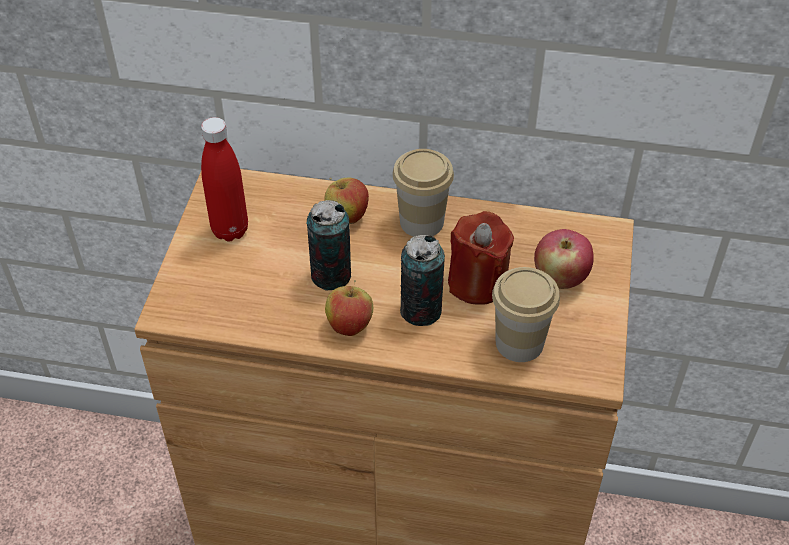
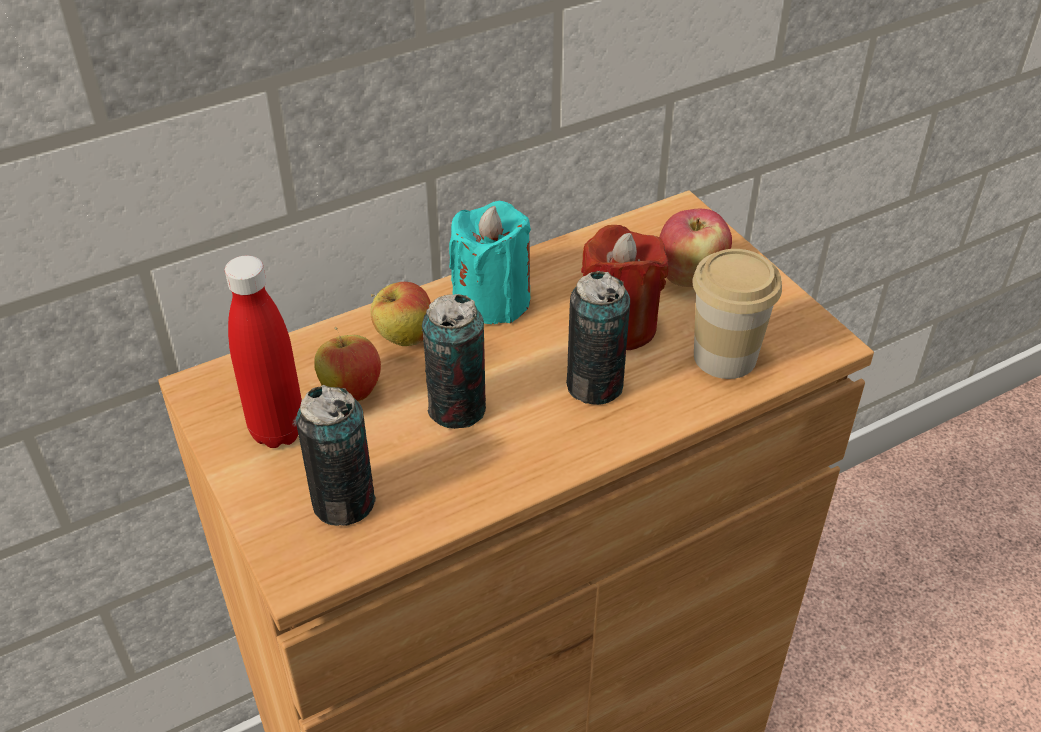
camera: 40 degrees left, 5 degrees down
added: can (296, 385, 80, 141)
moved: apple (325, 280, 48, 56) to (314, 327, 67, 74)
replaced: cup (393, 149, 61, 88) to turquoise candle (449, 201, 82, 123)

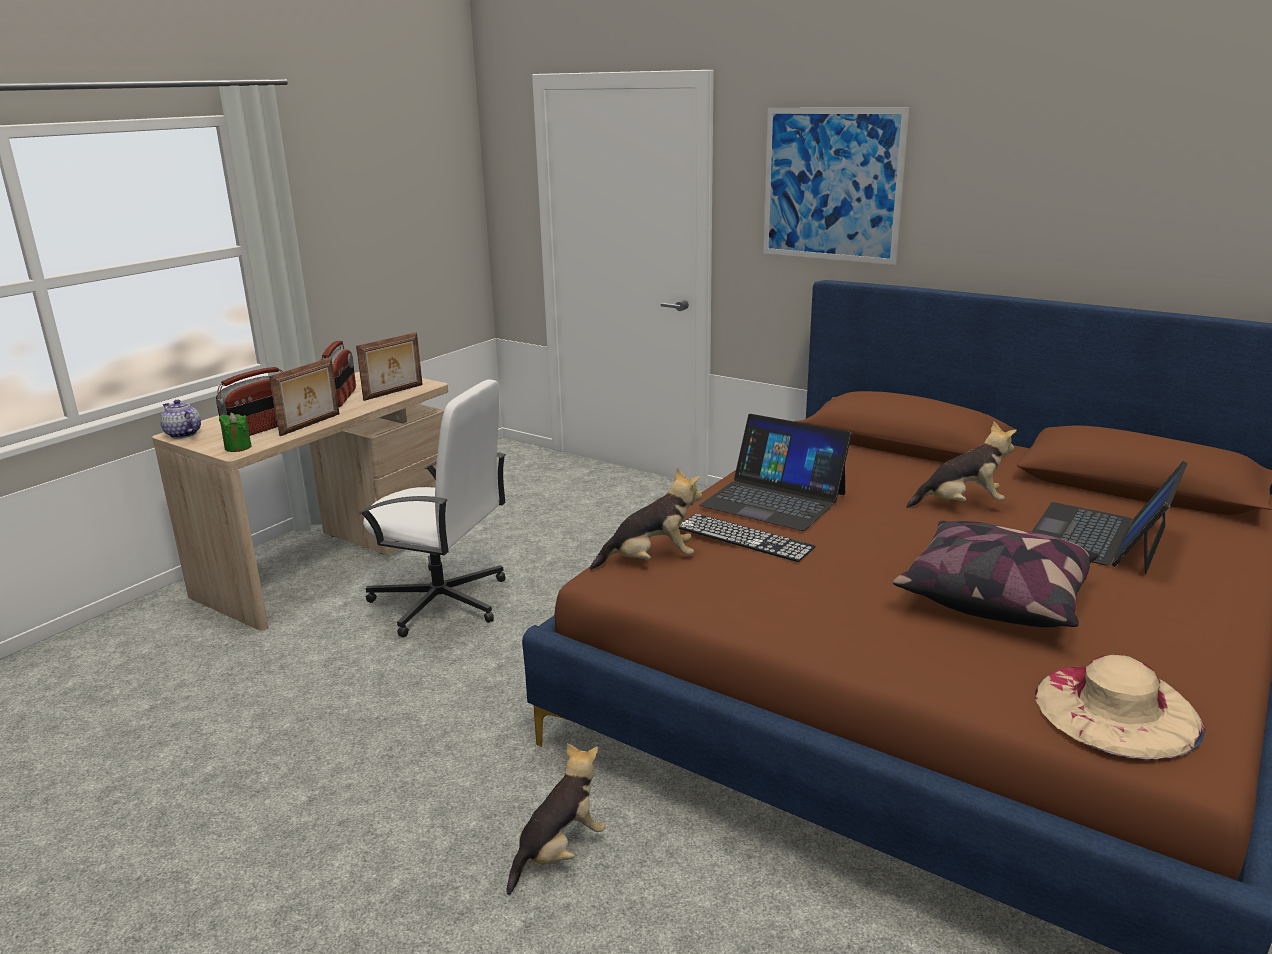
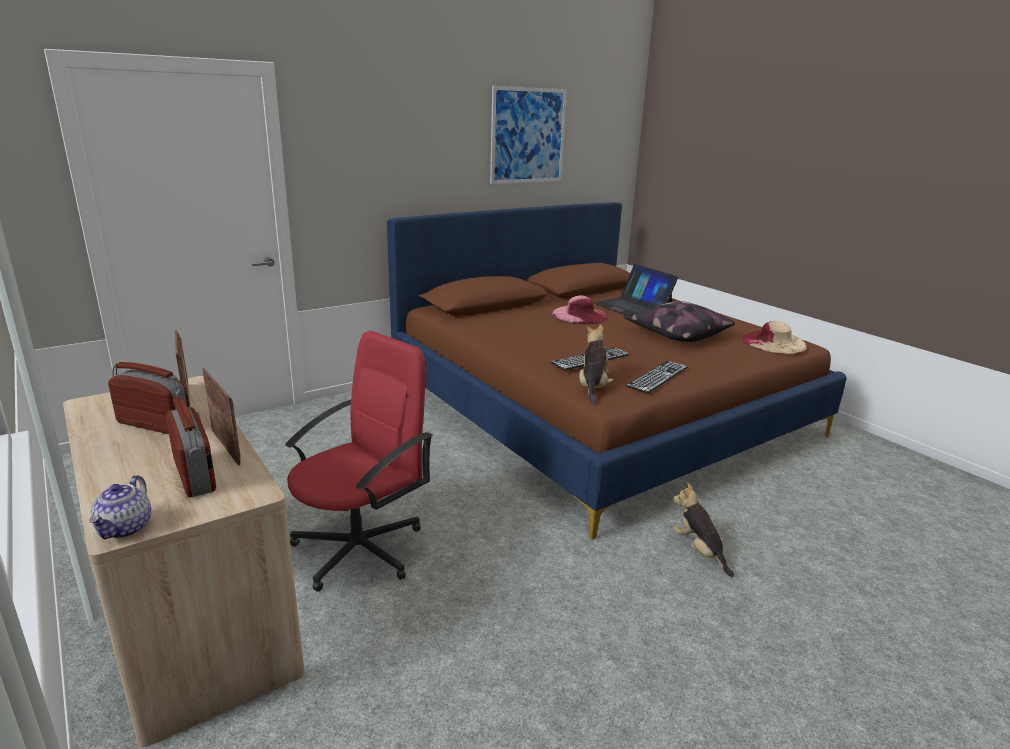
camera: 70 degrees left, 0 degrees up
removed: green candle (219, 413, 33, 39); laptop (699, 414, 153, 117)
added: keyboard (626, 361, 62, 32)
moved: picture (763, 108, 146, 157) to (490, 86, 77, 98)
replaced: plush toy (906, 421, 110, 87) to pink hat (552, 295, 56, 29)
recoloured: white office chair (359, 379, 147, 259) to red office chair (286, 331, 147, 261)
turned: teapot (160, 400, 41, 39) = (89, 475, 62, 65) 60 degrees counterclockwise

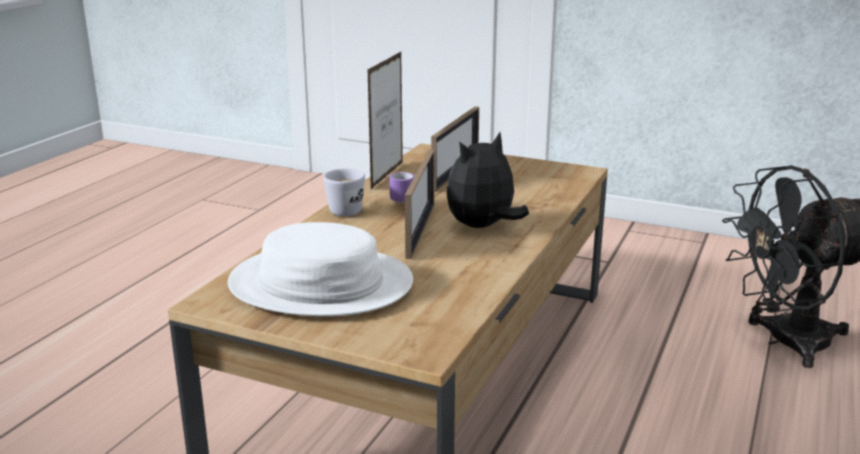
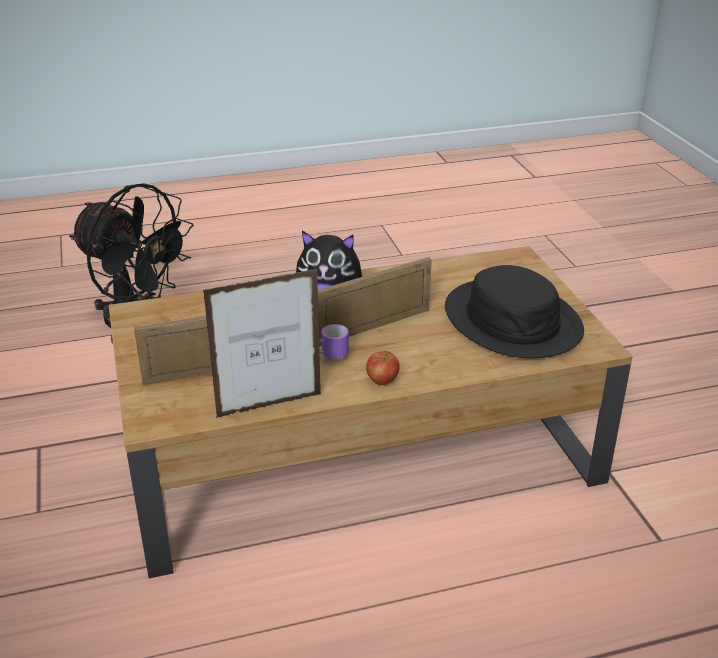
camera: 130 degrees left, 10 degrees up
replaced: white mug (323, 168, 42, 48) to apple (366, 351, 34, 34)
recoloured: white hat (228, 222, 185, 95) to black hat (445, 265, 139, 93)

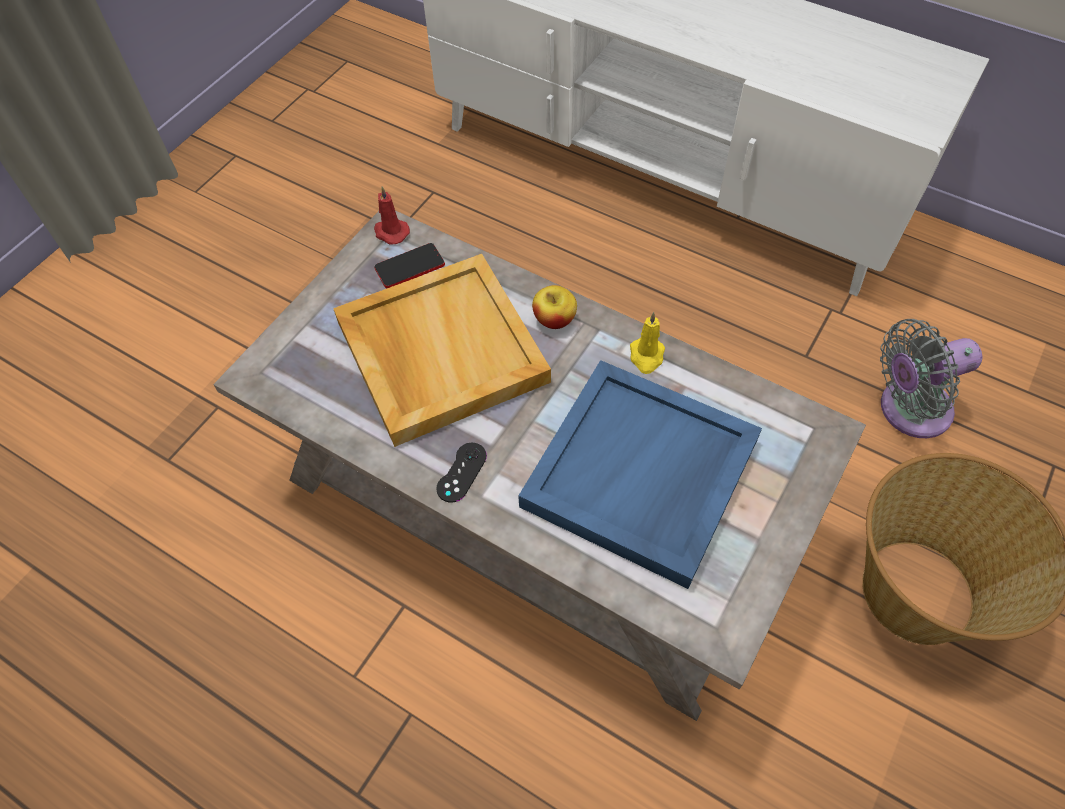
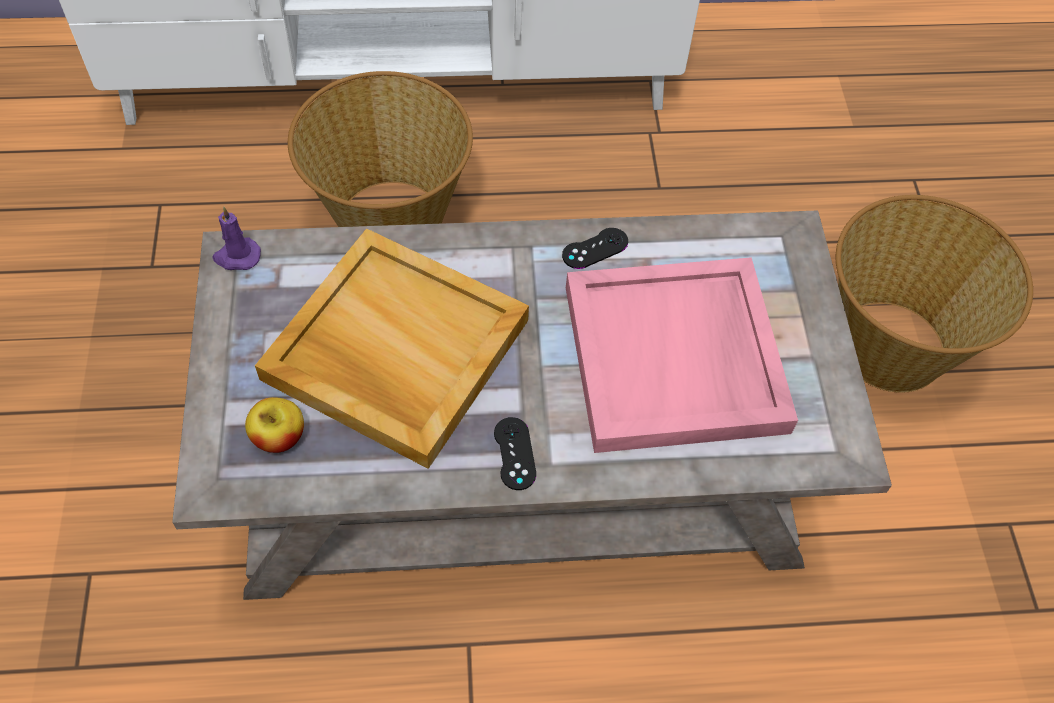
camera: 40 degrees left, 0 degrees up
removed: phone (374, 243, 71, 45); grey fan (880, 319, 102, 119)
added: basket (288, 71, 185, 156)
moved: apple (532, 285, 45, 44) to (245, 397, 59, 56)
replaced: yellow candle (630, 312, 35, 62) to black game controller (562, 228, 66, 41)
recoloured: red candle (374, 187, 36, 57) to purple candle (212, 206, 49, 64); blue tray (518, 360, 244, 229) to pink tray (566, 257, 232, 196)

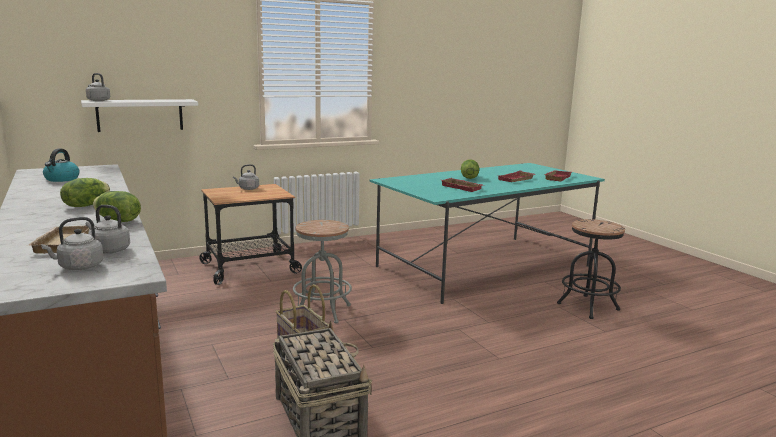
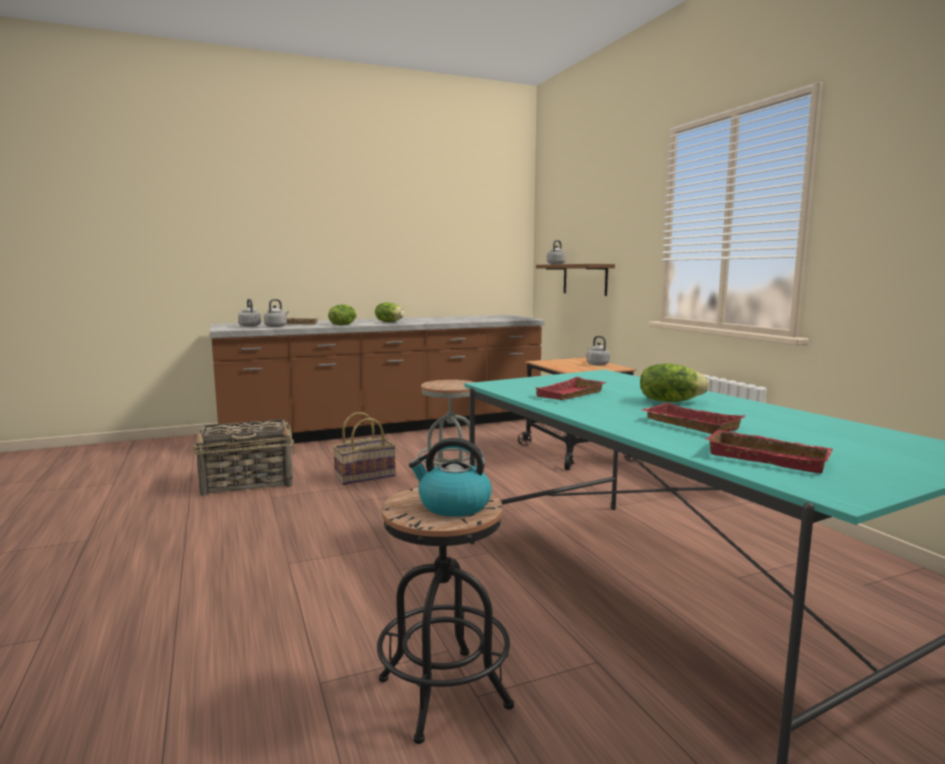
camera: 95 degrees right, 5 degrees down
moved: kettle (43, 149, 37, 33) to (409, 438, 83, 79)
recoloured: white shelf (81, 99, 117, 33) to brown shelf (536, 264, 79, 32)

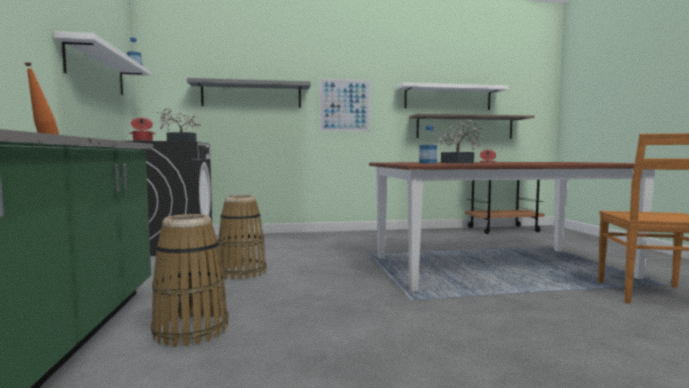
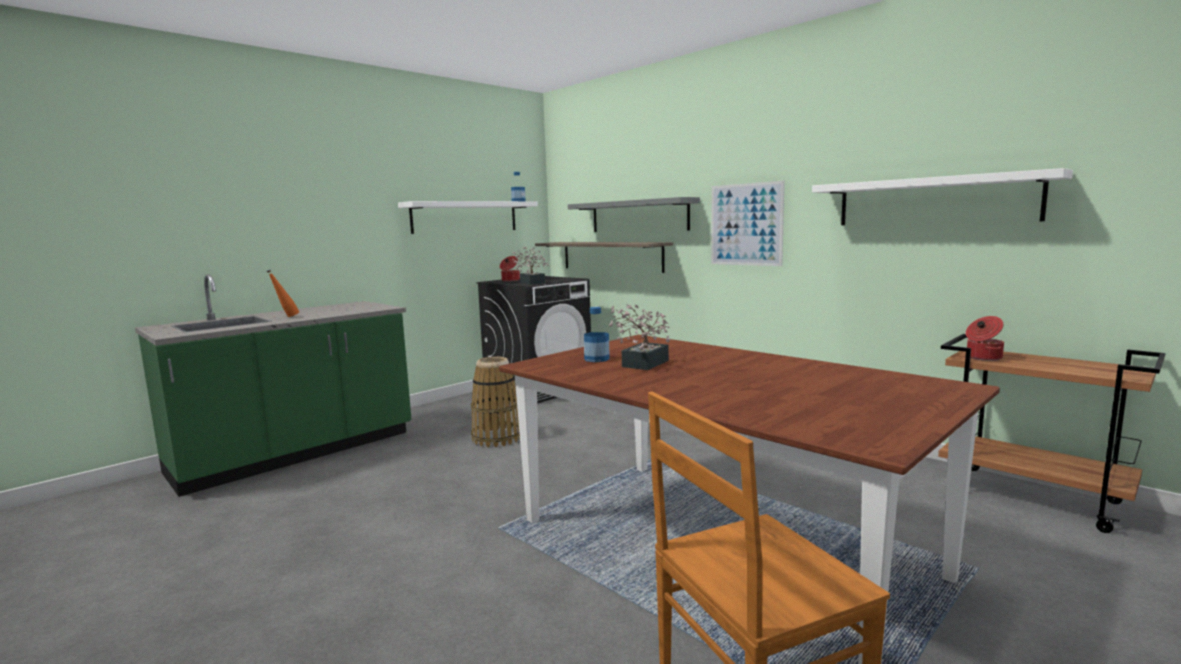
camera: 55 degrees right, 5 degrees up
removed: basket (151, 214, 77, 133)
moved: shelf (409, 114, 125, 25) to (535, 242, 138, 31)

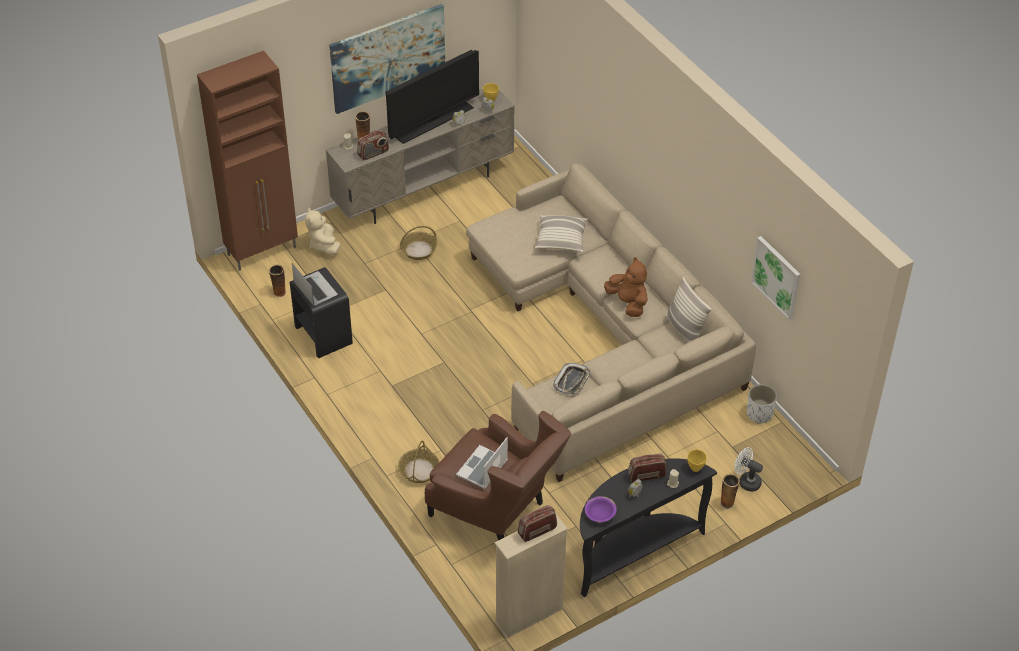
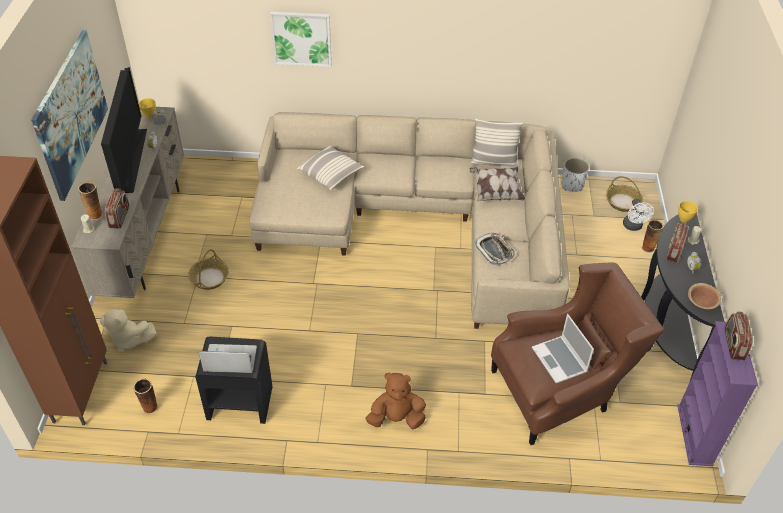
camera: 55 degrees left, 0 degrees up
added: pillow (469, 167, 56, 34)
moved: basket (398, 440, 42, 43) to (606, 176, 37, 36); brown plush toy (604, 257, 44, 60) to (366, 373, 60, 56); picture (751, 236, 49, 84) to (270, 12, 62, 55)
recoloured: beige bookcase (495, 514, 73, 125) to purple bookcase (677, 321, 81, 145); purple bowl (585, 496, 32, 26) to brown bowl (688, 283, 33, 26)
turned: white fan (734, 447, 29, 45) = (623, 199, 31, 32) 75 degrees counterclockwise

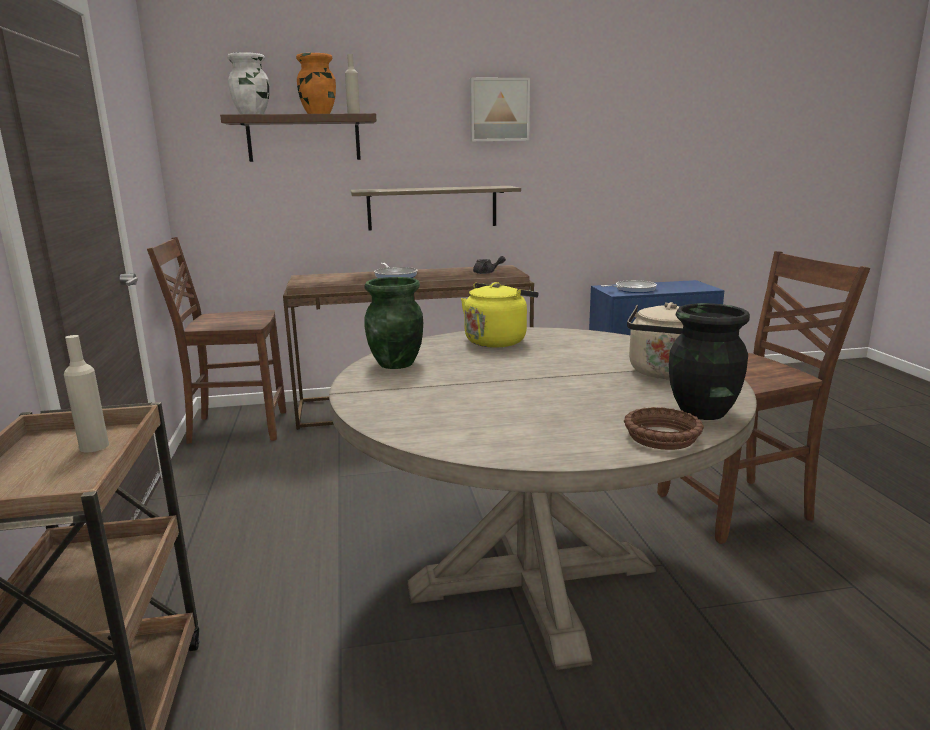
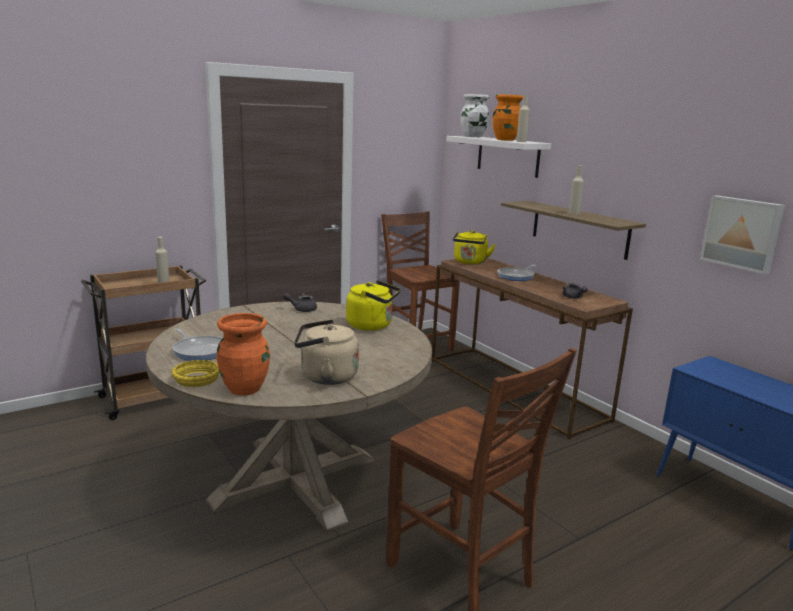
camera: 65 degrees right, 0 degrees up
added: yellow kettle (453, 230, 43, 35); beige bottle (568, 166, 16, 49)
moved: picture (470, 78, 60, 64) to (700, 195, 85, 79); frying pan (601, 280, 56, 13) to (172, 328, 50, 33)
replaced: green vase (364, 277, 59, 92) to grey teapot (283, 293, 34, 19)
recoloured: brown shelf (220, 113, 156, 49) to white shelf (447, 136, 104, 42); brown bowl (624, 407, 80, 43) to yellow bowl (171, 360, 49, 27); black vase (669, 303, 81, 117) to orange vase (217, 313, 53, 83)

